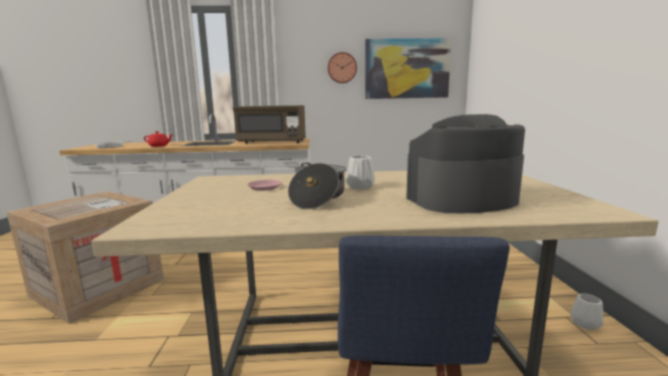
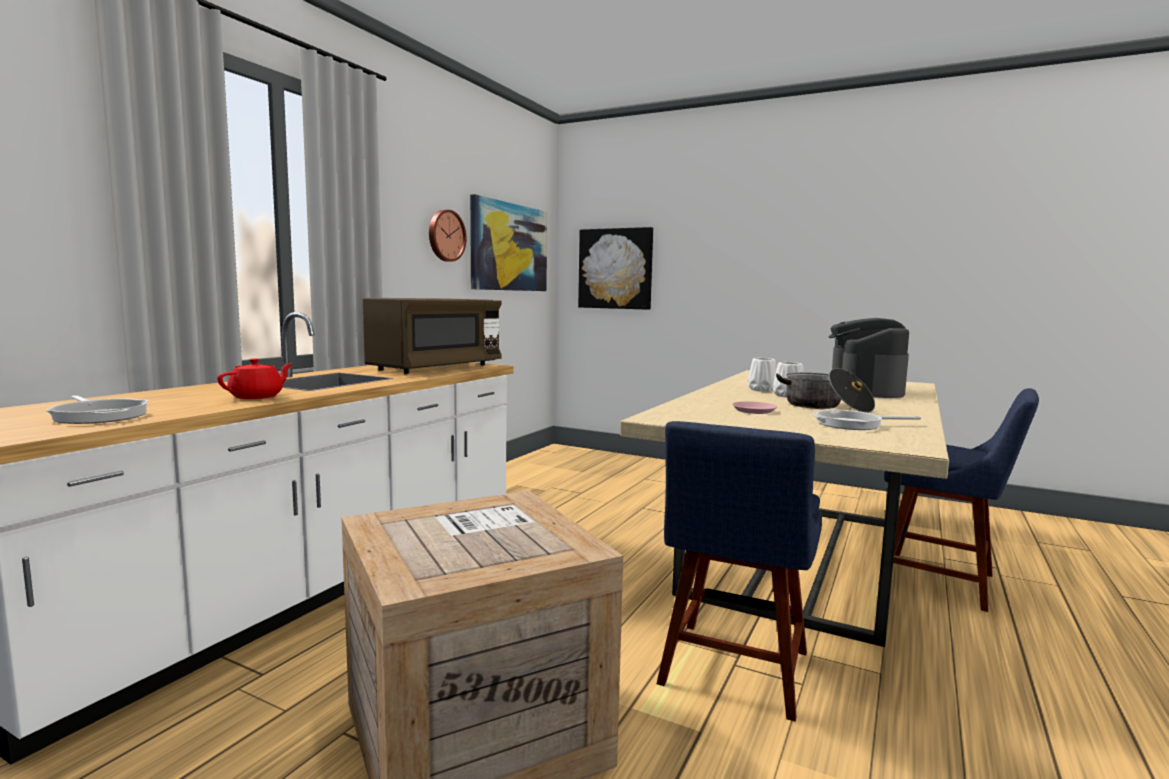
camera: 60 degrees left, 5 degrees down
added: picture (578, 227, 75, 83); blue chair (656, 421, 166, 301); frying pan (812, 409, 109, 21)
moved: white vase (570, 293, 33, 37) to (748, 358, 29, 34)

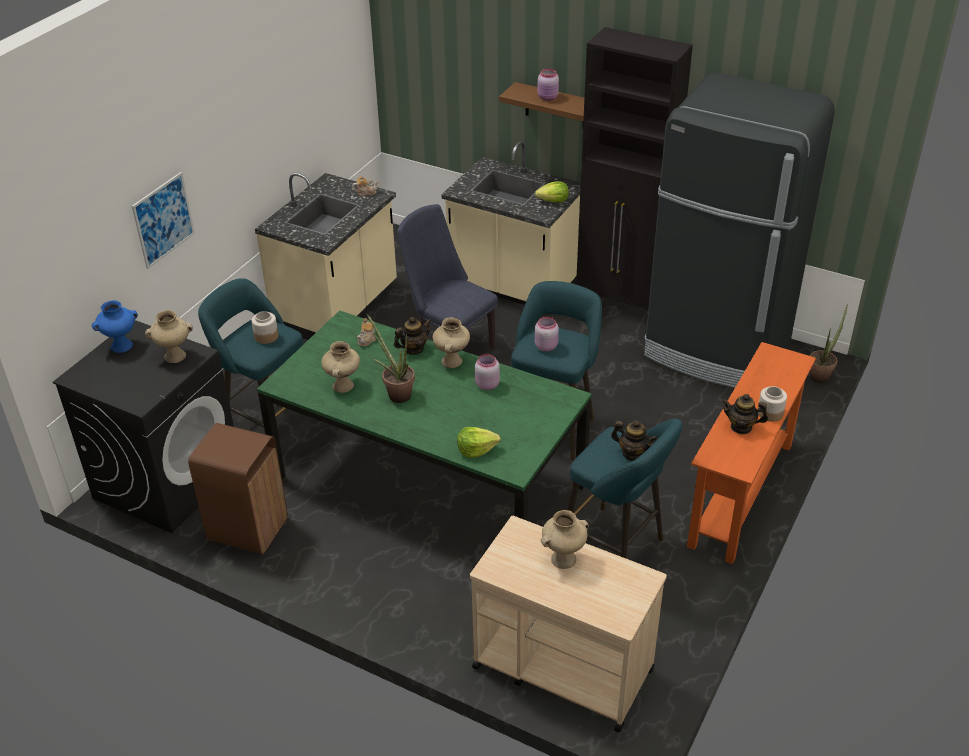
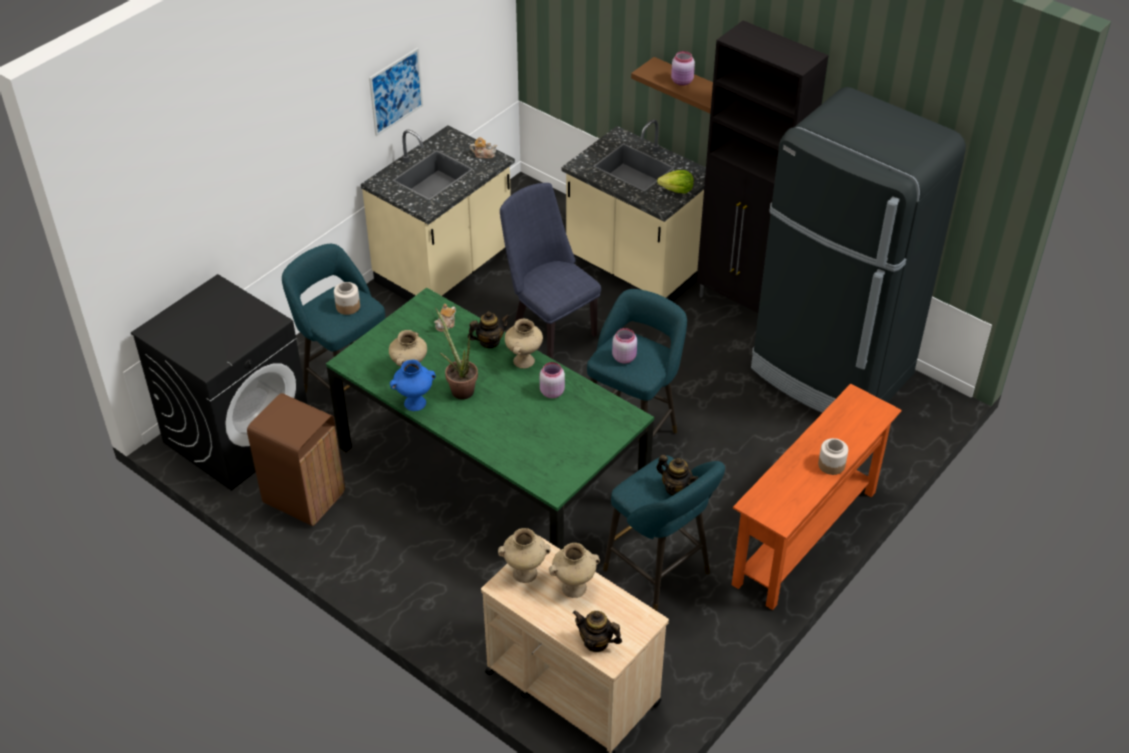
camera: 10 degrees right, 5 degrees up
removed: lettuce (457, 427, 44, 31); potted plant (810, 305, 38, 78)
moved: blue vase (92, 300, 46, 53) to (390, 360, 46, 51); picture (132, 172, 63, 97) to (369, 48, 54, 88); beige vase (145, 310, 48, 53) to (498, 528, 52, 55); teapot (722, 394, 46, 40) to (573, 610, 49, 42)

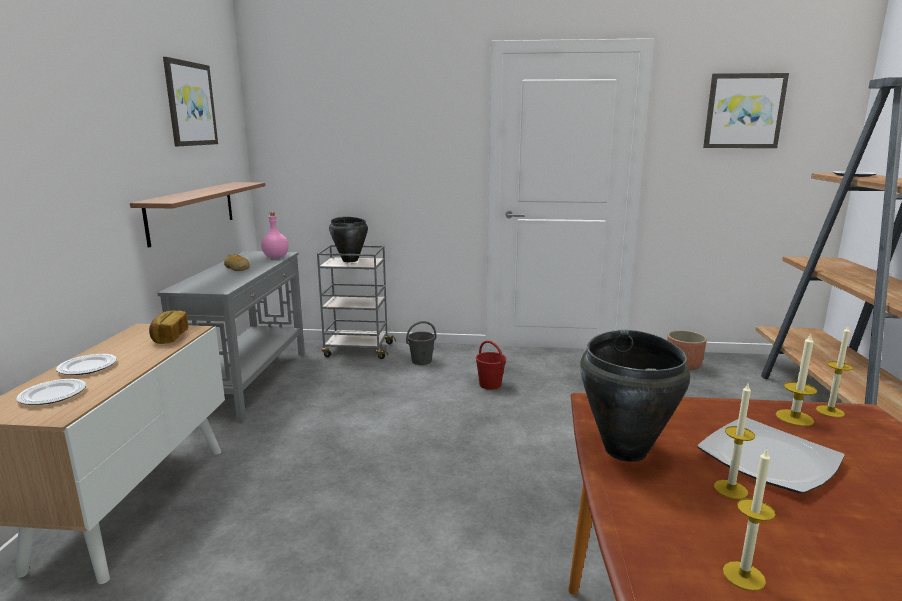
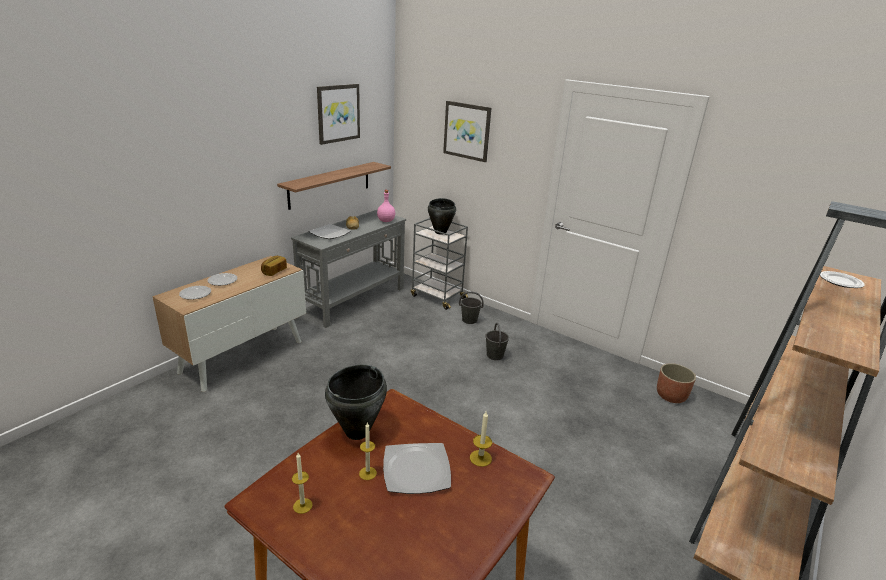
camera: 30 degrees right, 10 degrees up
removed: candle (816, 326, 37, 92)
added: plate (309, 224, 42, 15)
moved: picture (703, 73, 86, 75) to (443, 101, 48, 61)
recoloured: red bucket (476, 340, 30, 50) to grey bucket (485, 323, 24, 37)

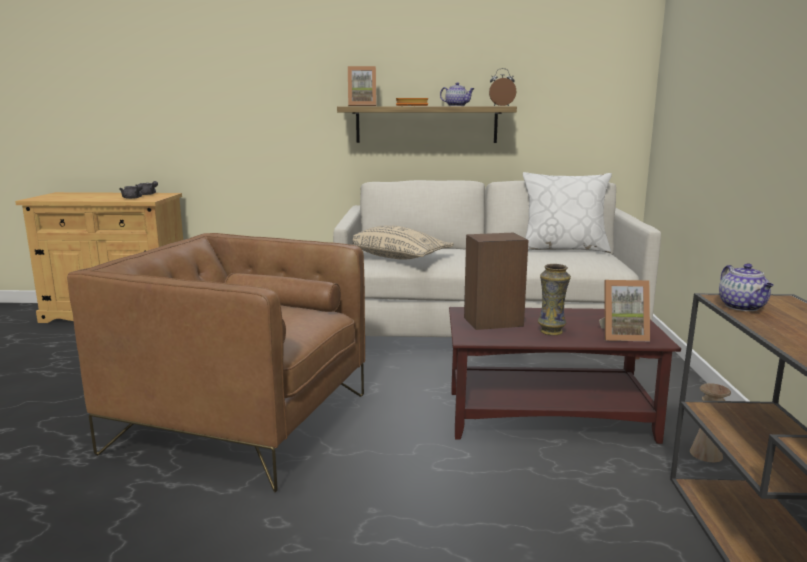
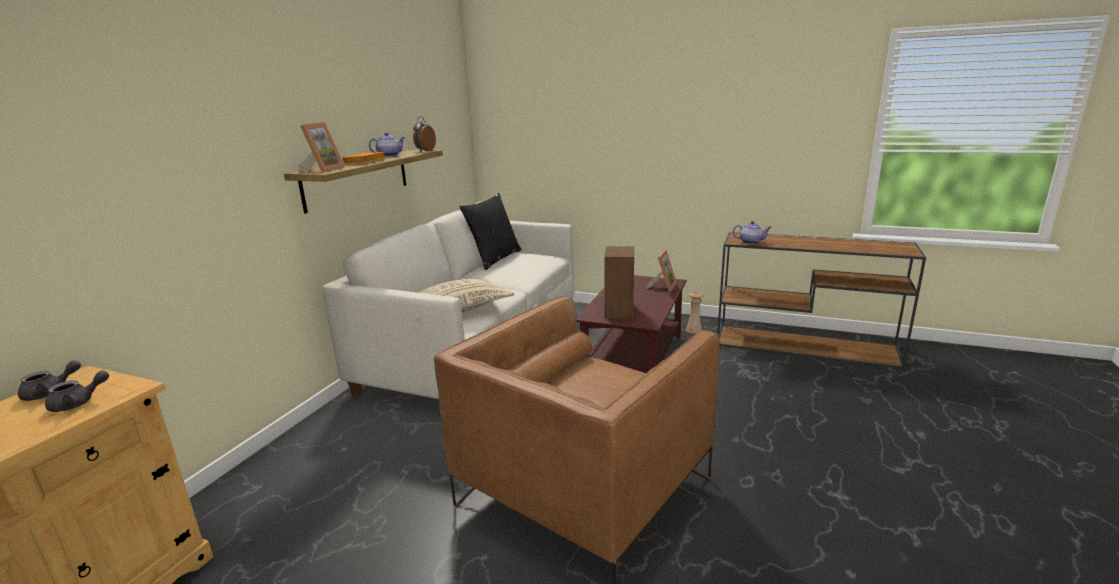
camera: 70 degrees left, 5 degrees up
removed: vase (538, 264, 33, 71)
recoloured: white pillow (523, 172, 89, 81) to black pillow (460, 193, 62, 77)

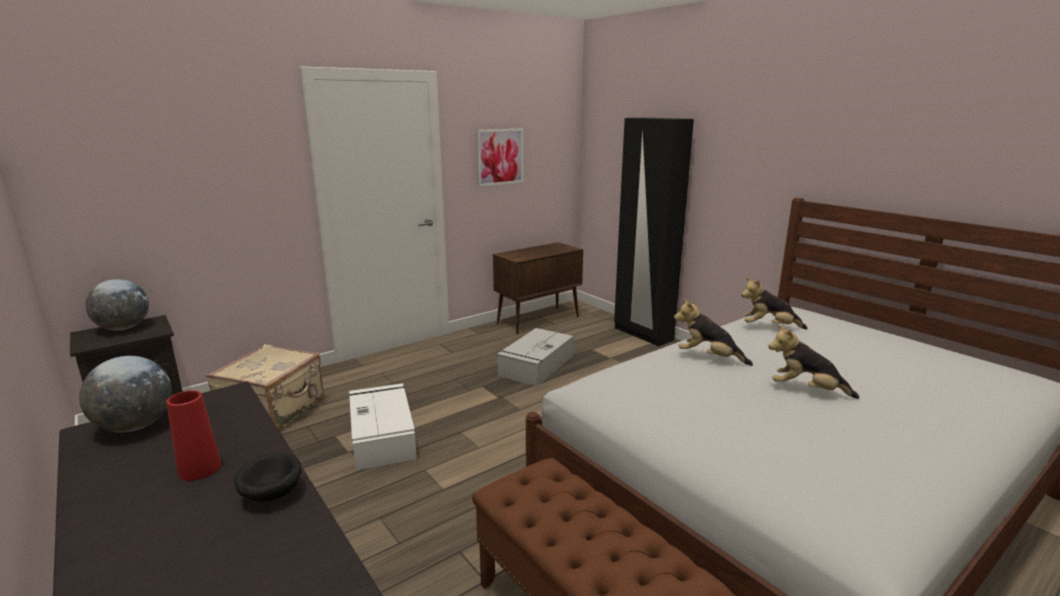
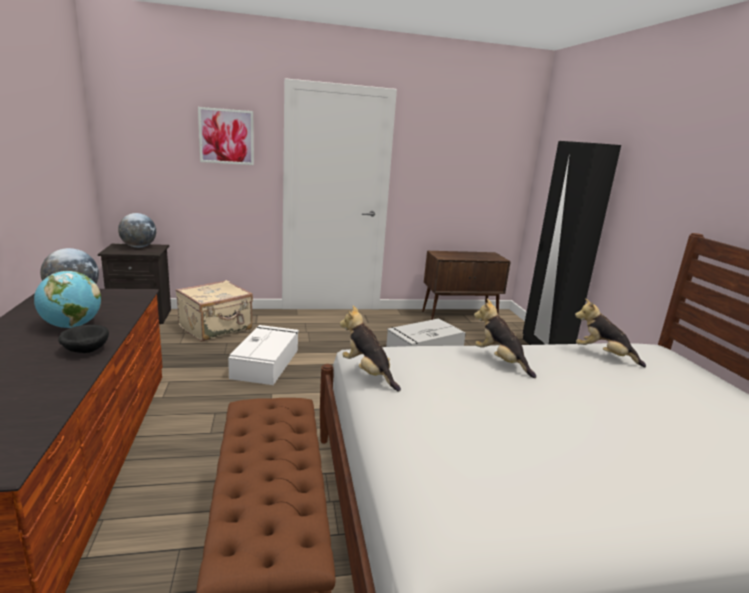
camera: 25 degrees right, 0 degrees up
moved: picture (476, 128, 47, 59) to (198, 107, 56, 58); plush toy (768, 324, 91, 75) to (340, 306, 61, 86)
replaced: red vase (166, 390, 55, 91) to globe (34, 271, 67, 57)

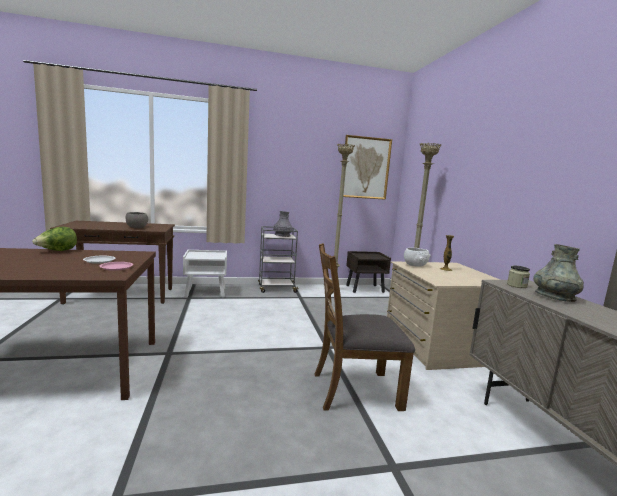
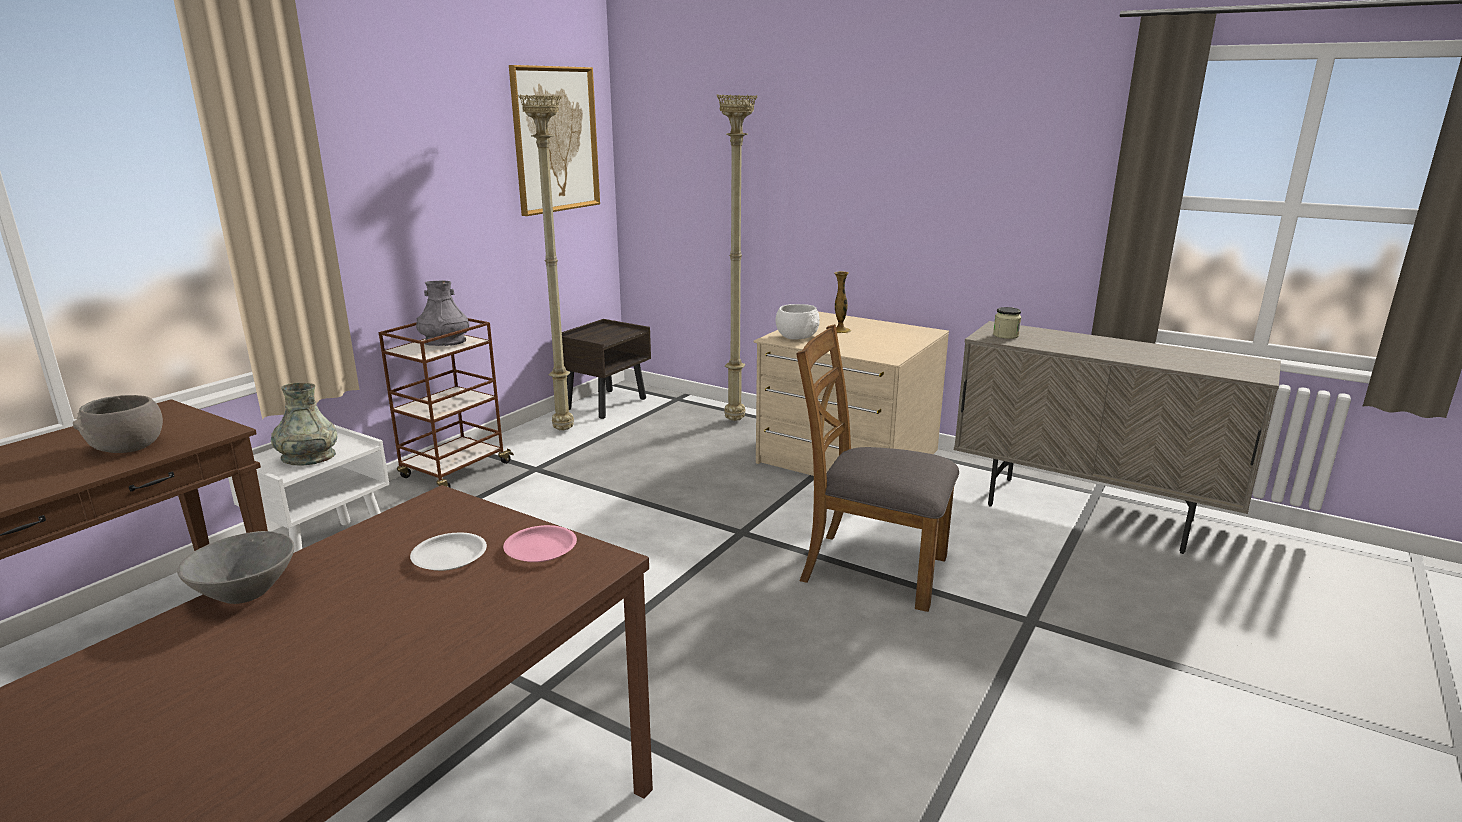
camera: 45 degrees left, 10 degrees up
moved: grey vase (533, 244, 51, 58) to (271, 383, 66, 83)
replaced: lettuce (32, 227, 45, 24) to grey bowl (177, 531, 117, 73)
recoloured: grey cart (258, 226, 40, 67) to brown cart (379, 318, 135, 170)
turned: brown chair (314, 243, 101, 168) = (796, 324, 163, 288) 75 degrees clockwise

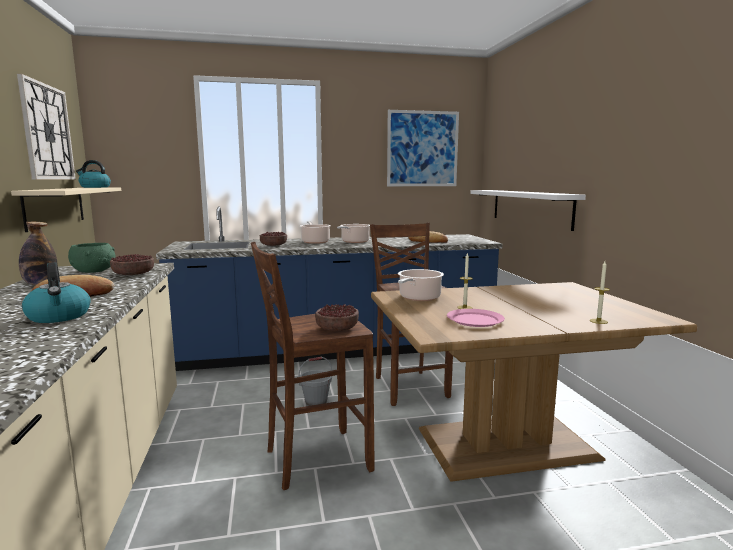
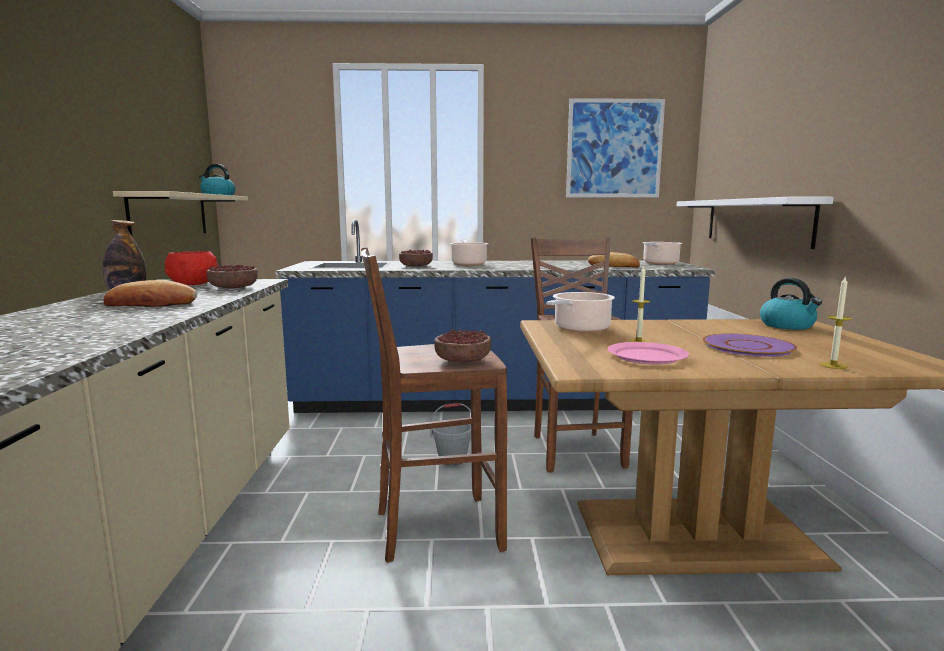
camera: 10 degrees right, 0 degrees up
removed: wall clock (17, 74, 59, 105)
added: purple plate (702, 333, 95, 24)
moved: kettle (22, 262, 69, 61) to (760, 278, 62, 52); cooking pot (337, 224, 33, 19) to (643, 242, 39, 22)
recoloured: green bowl (68, 243, 48, 30) to red bowl (165, 251, 53, 34)

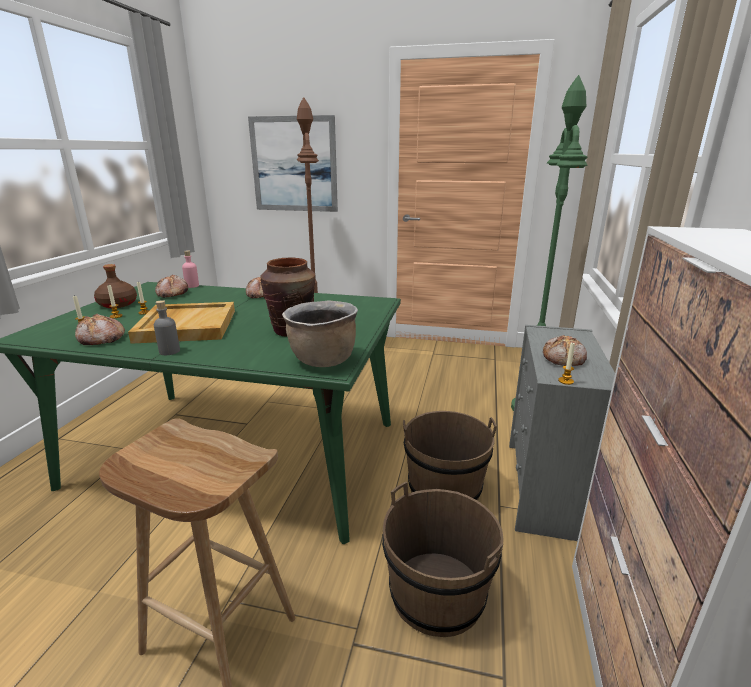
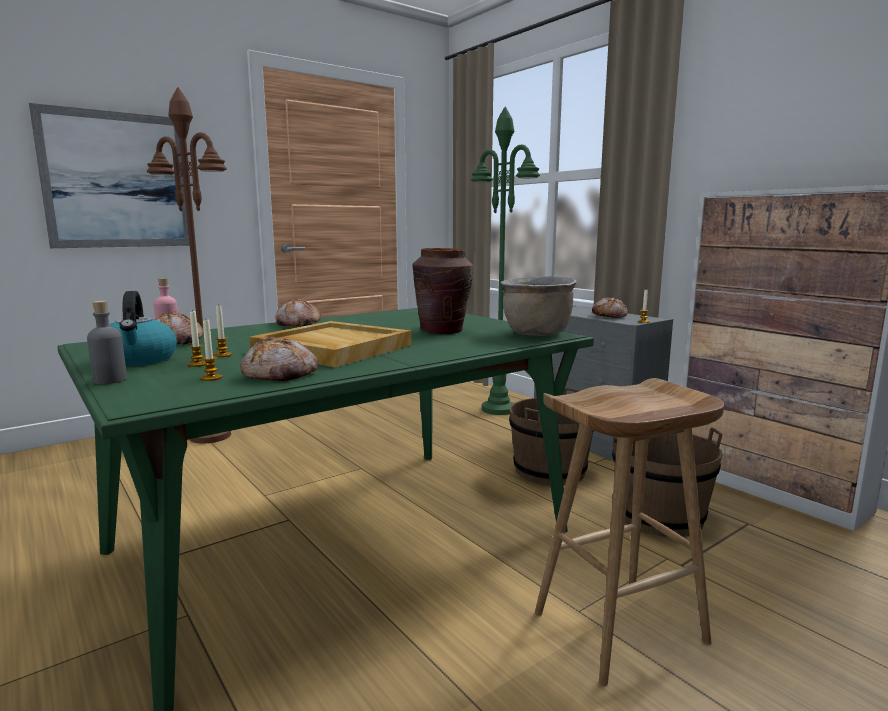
camera: 50 degrees left, 10 degrees down
moved: grey bottle (154, 300, 26, 55) to (87, 301, 40, 83)
replaced: brown bottle (94, 264, 43, 44) to kettle (109, 291, 68, 75)

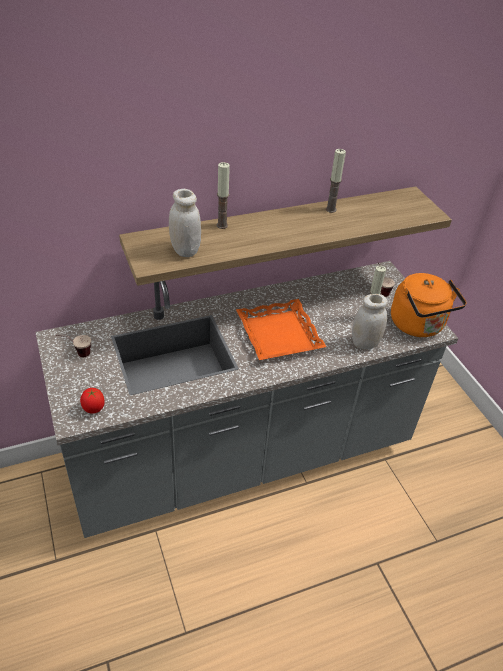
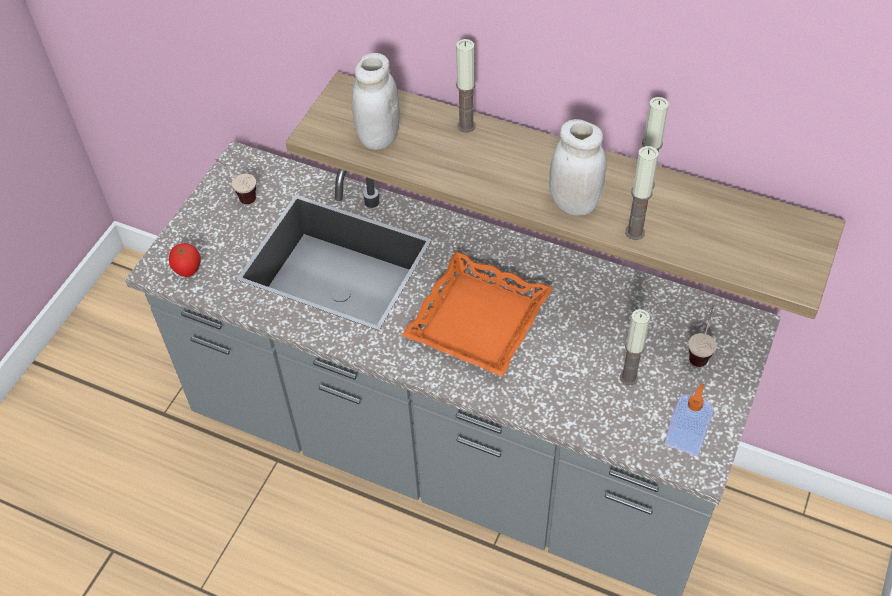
camera: 50 degrees right, 10 degrees up
added: candle (625, 146, 34, 94)
moved: white jar (352, 294, 36, 55) to (549, 119, 58, 97)
replaced: orange kettle (391, 273, 76, 64) to soap dispenser (665, 383, 49, 73)

